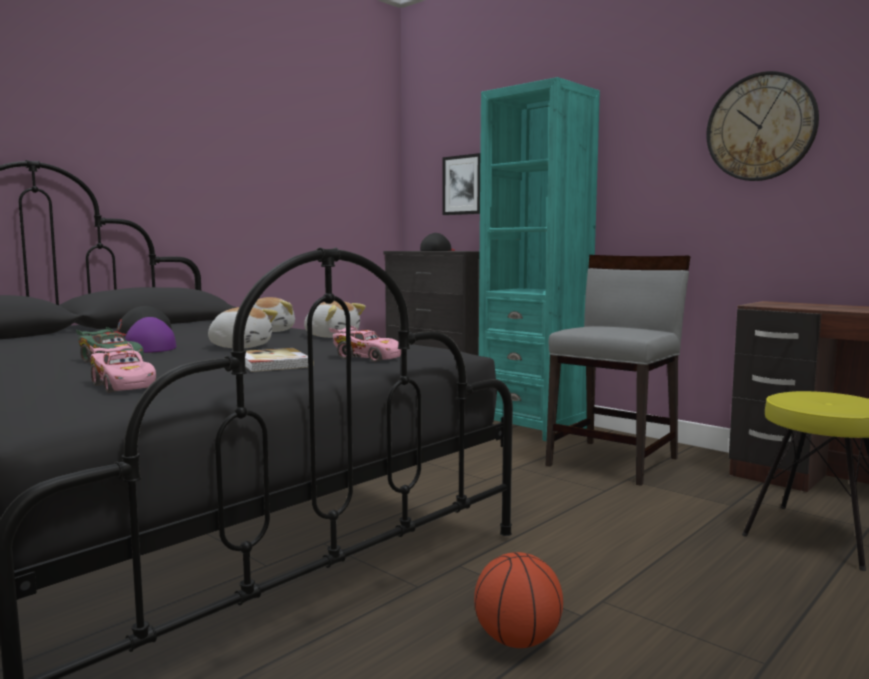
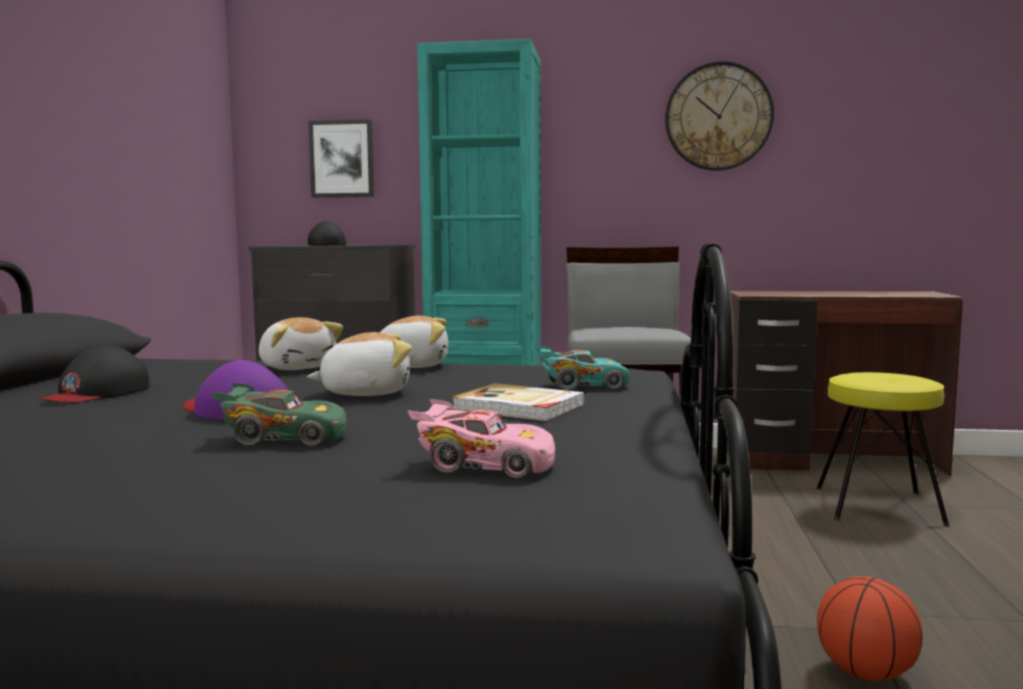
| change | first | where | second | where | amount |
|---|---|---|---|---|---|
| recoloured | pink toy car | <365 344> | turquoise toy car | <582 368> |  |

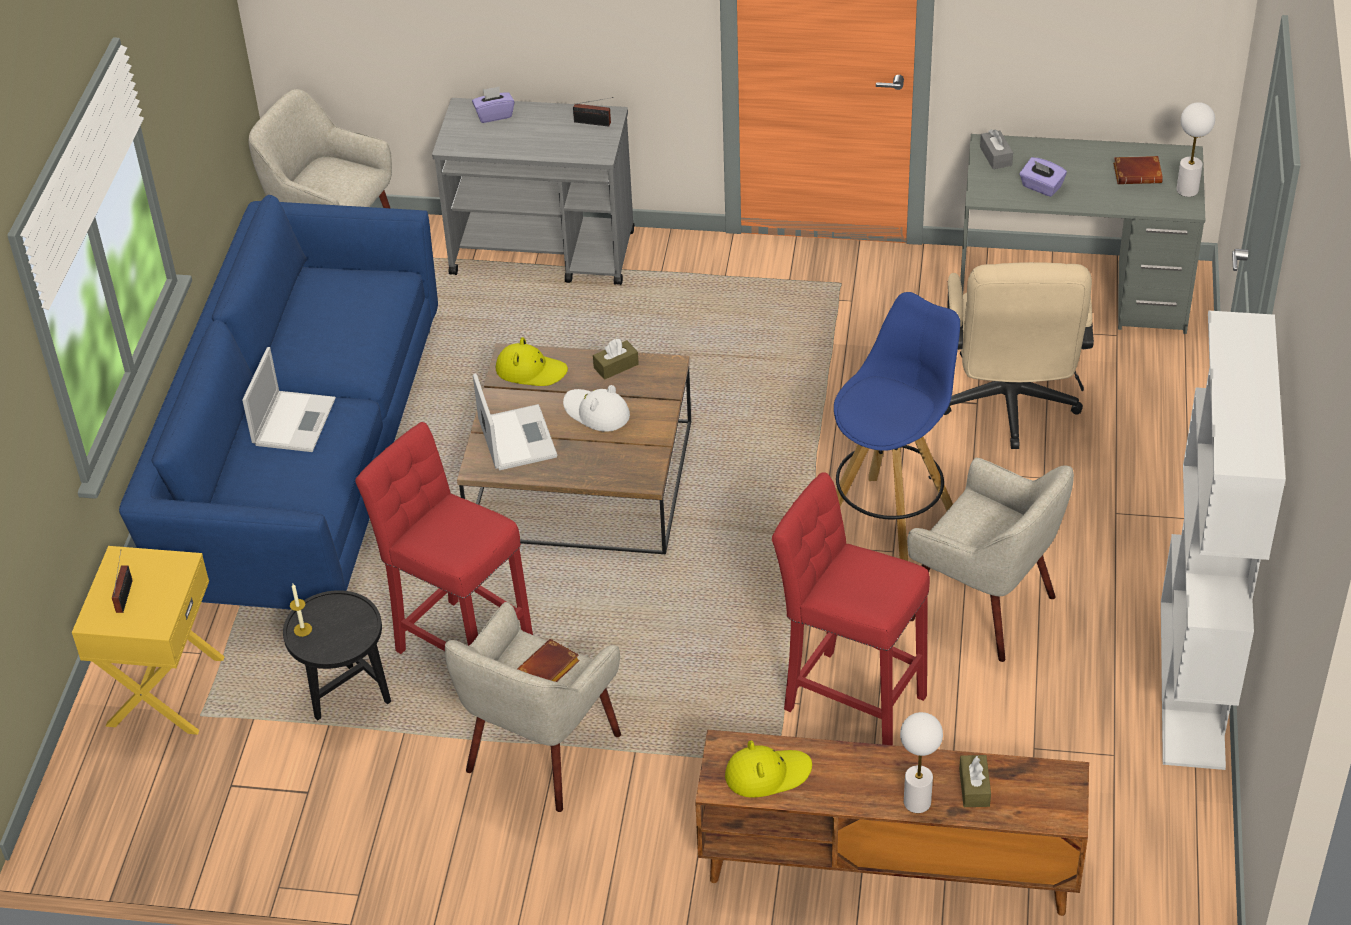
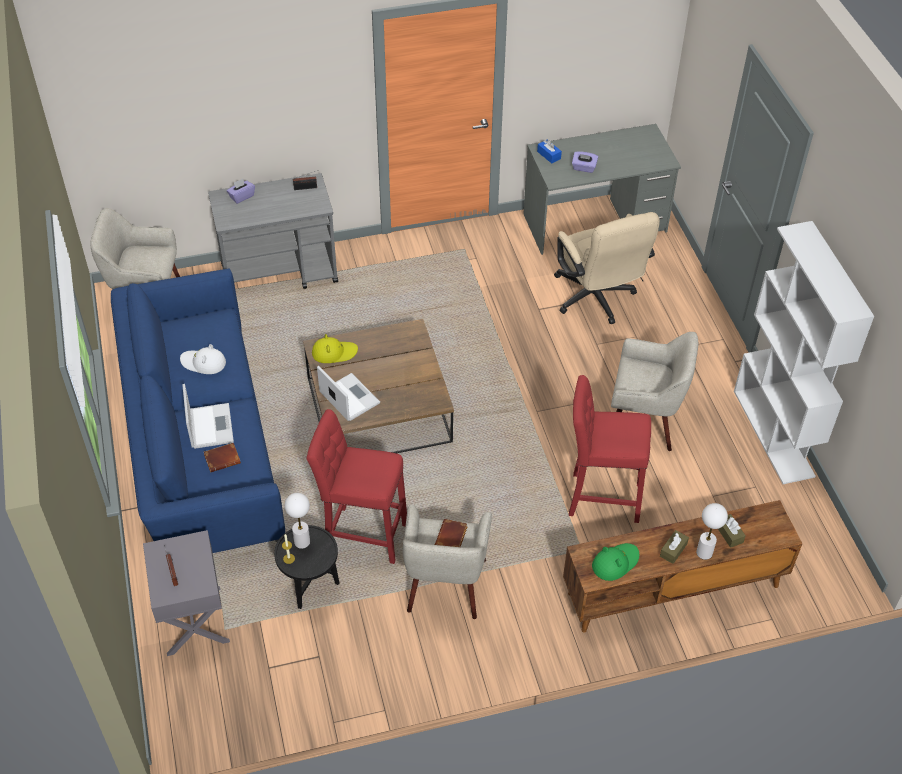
| change | first | where | second | where | amount |
|---|---|---|---|---|---|
| removed | blue stool | <897 426> |  |  |  |
| moved | white hat | <596 408> |  | <203 359> |  |
| moved | brown tissue box | <616 359> |  | <674 547> |  |
| moved | brown book | <1138 170> |  | <222 457> |  |
| moved | white table lamp | <1195 149> |  | <297 521> |  |
| recoloured | yellow side table | <148 640> | grey side table | <186 593> |  |
| recoloured | yellow hat | <768 769> | green hat | <615 562> |  |
| recoloured | grey tissue box | <996 149> | blue tissue box | <549 151> |  |

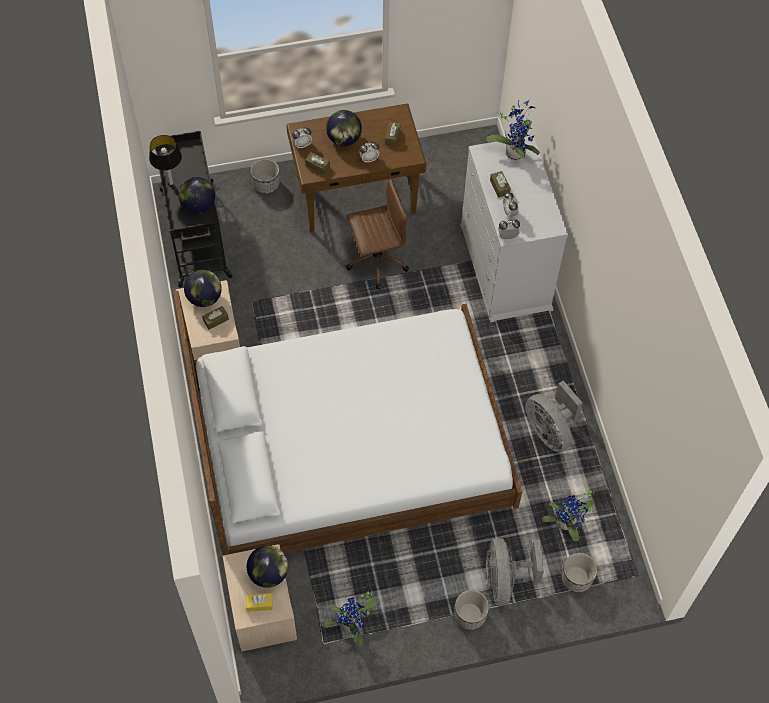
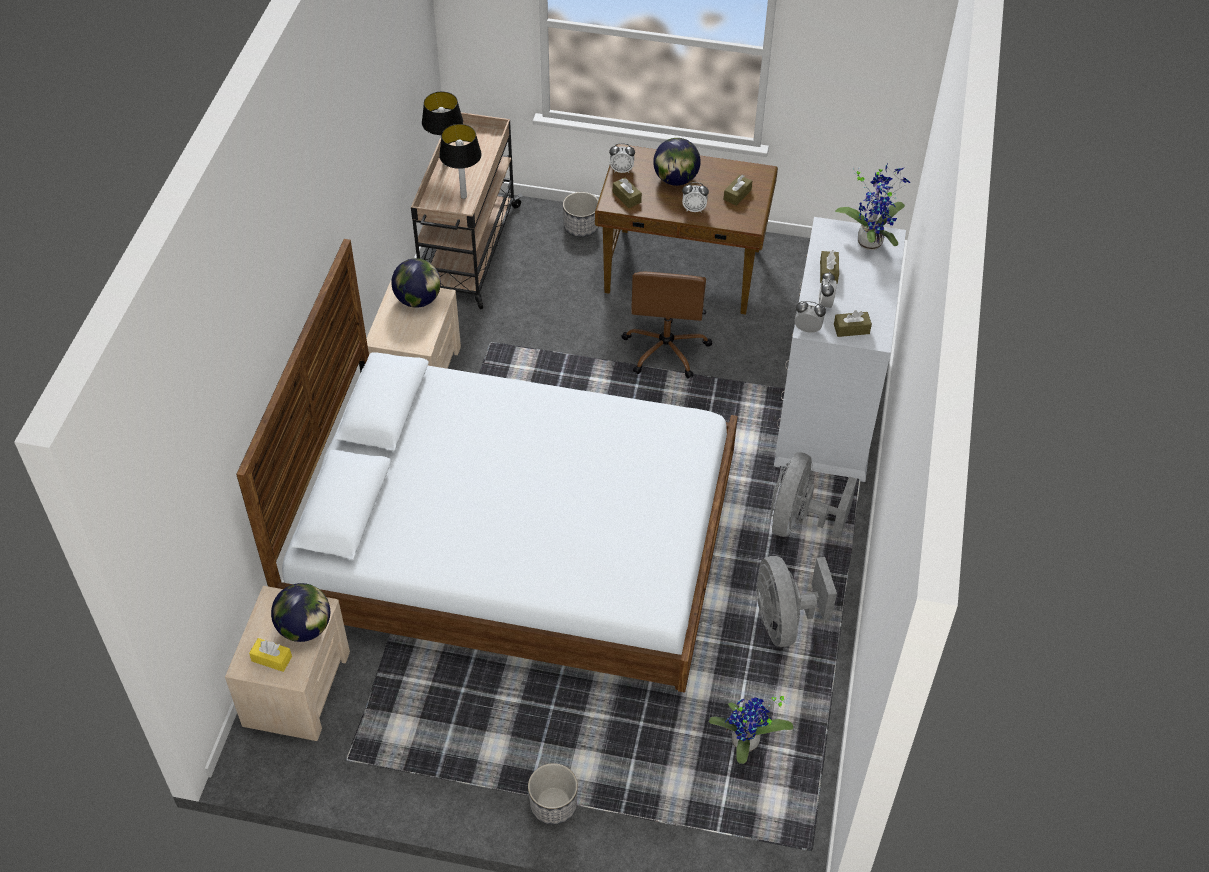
| change | first | where | second | where | amount |
|---|---|---|---|---|---|
| removed | potted plant | <351 617> |  |  |  |
| removed | planter | <579 573> |  |  |  |
| moved | brown tissue box | <215 318> |  | <853 323> |  |
| moved | grey fan | <515 572> |  | <813 494> |  |
| replaced | globe | <196 195> | table lamp | <460 161> |  |
| recoloured | black cart | <193 209> | beige cart | <467 210> |  |
| turned | brown office chair | <377 234> |  | <667 325> | 90 degrees clockwise |

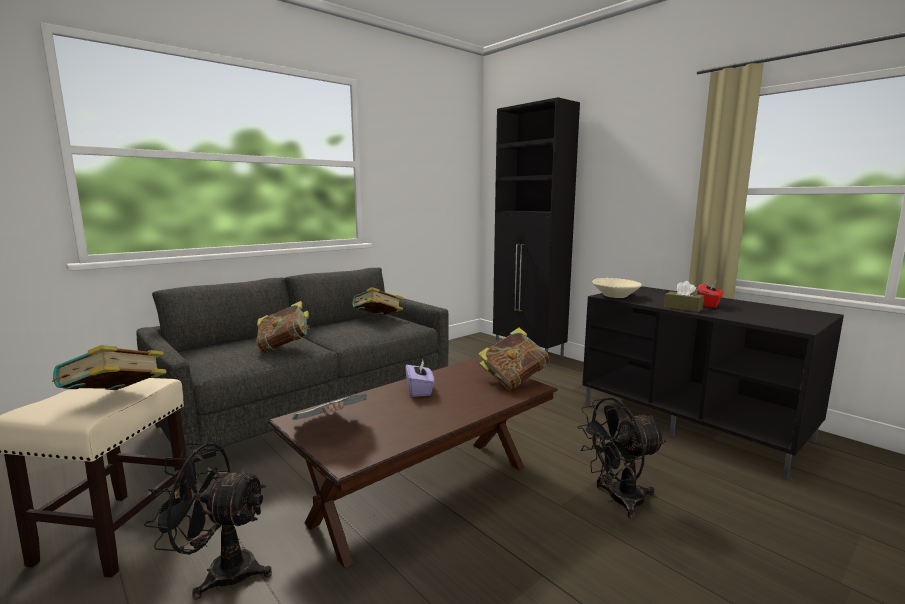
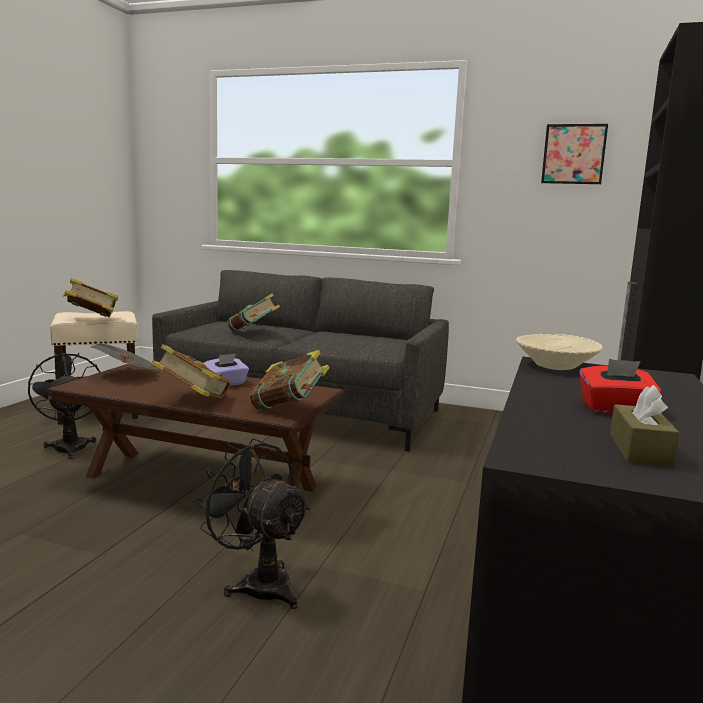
| change | first | where | second | where | amount |
|---|---|---|---|---|---|
| added |  |  | picture | <574 154> |  |
| moved | book | <377 301> |  | <191 371> |  |
| moved | brown tissue box | <684 296> |  | <645 426> |  |

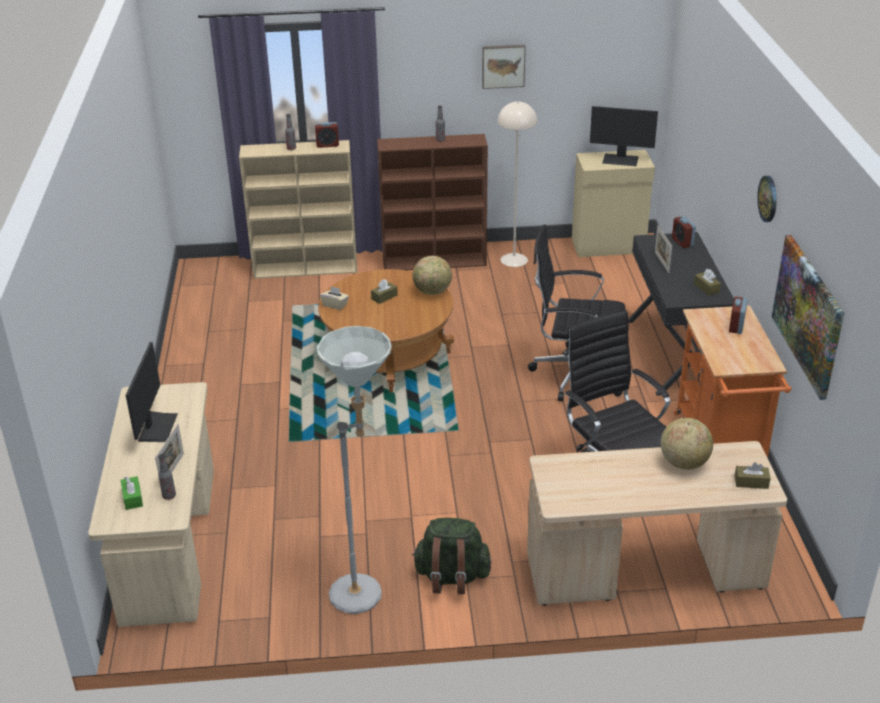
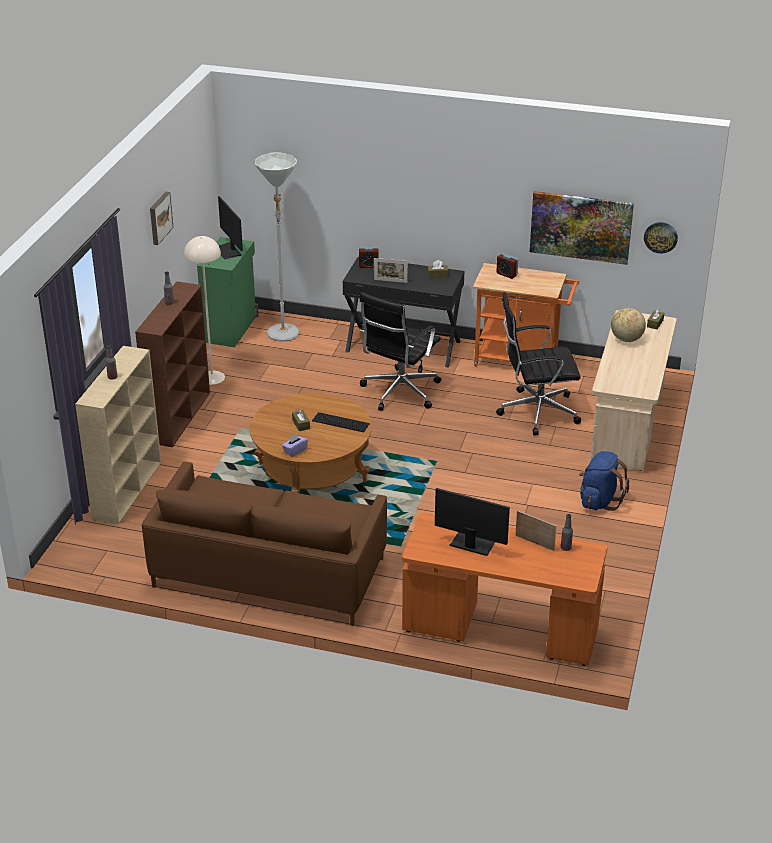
| change | first | where | second | where | amount |
|---|---|---|---|---|---|
| removed | green tissue box | <132 493> |  |  |  |
| removed | alarm clock | <327 135> |  |  |  |
| removed | globe | <432 275> |  |  |  |
| added |  |  | brown sofa | <264 544> |  |
| added |  |  | keyboard | <341 422> |  |
| moved | grey floor lamp | <354 470> |  | <277 247> |  |
| moved | wall clock | <767 199> |  | <661 238> |  |
| recoloured | beige desk | <151 504> | orange desk | <505 589> |  |
| recoloured | beige tissue box | <334 298> | purple tissue box | <295 445> |  |
| recoloured | green backpack | <451 556> | blue backpack | <604 481> |  |
| recoloured | beige cabinet | <613 203> | green cabinet | <228 292> |  |
| turned | monitor | <624 136> |  | <230 228> | 120 degrees clockwise |

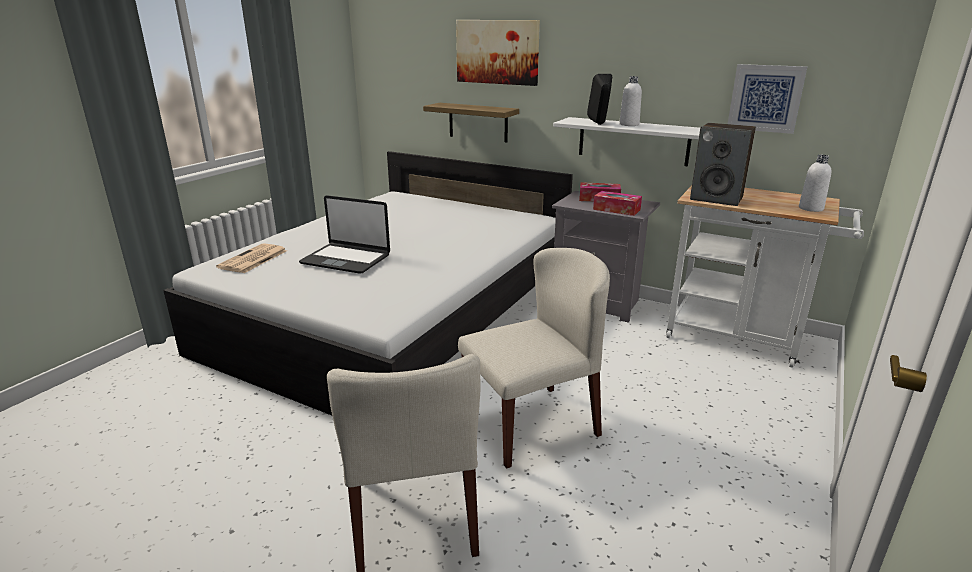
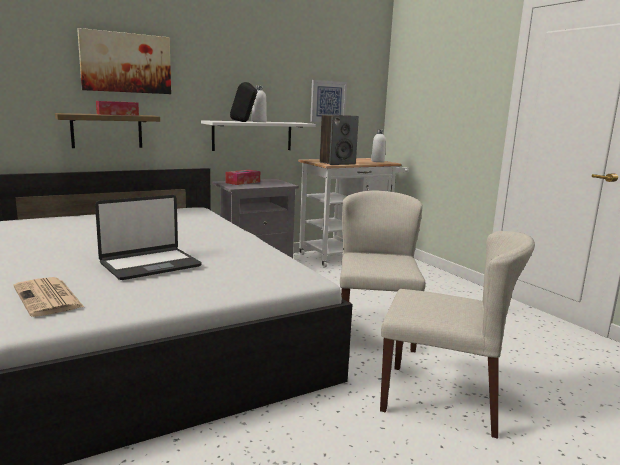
| change | first | where | second | where | amount |
|---|---|---|---|---|---|
| moved | tissue box | <617 203> |  | <117 108> |  |

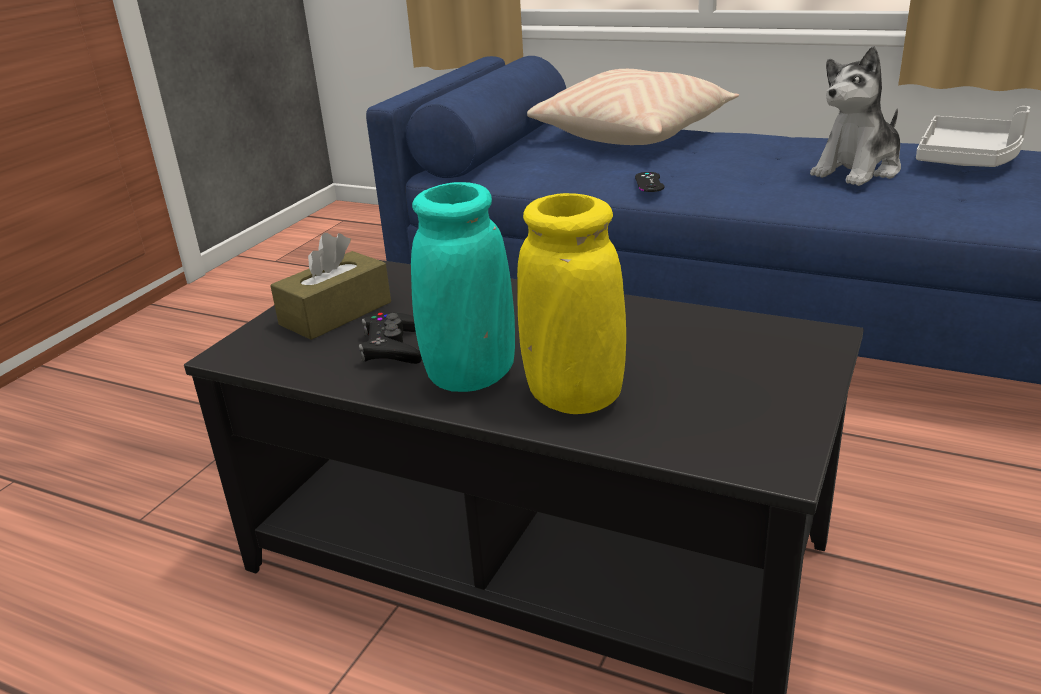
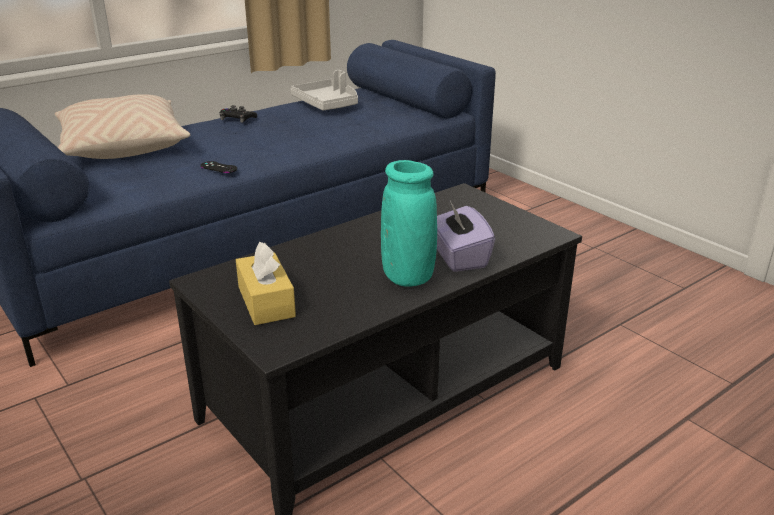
| change | first | where | second | where | amount |
|---|---|---|---|---|---|
| removed | plush toy | <855 116> |  |  |  |
| moved | black game controller | <390 338> |  | <238 114> |  |
| replaced | yellow vase | <571 303> | purple tissue box | <466 236> |  |
| recoloured | brown tissue box | <330 286> | yellow tissue box | <266 283> |  |

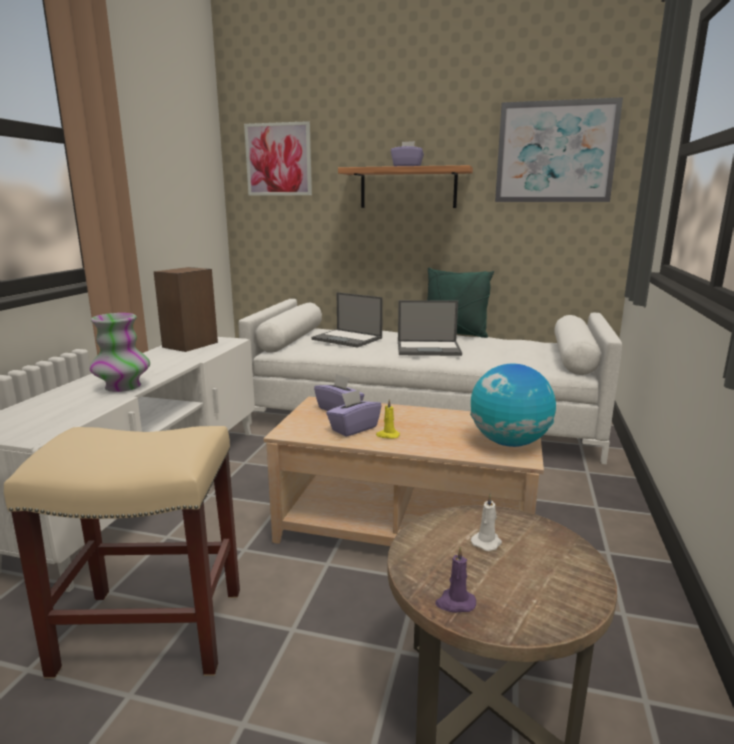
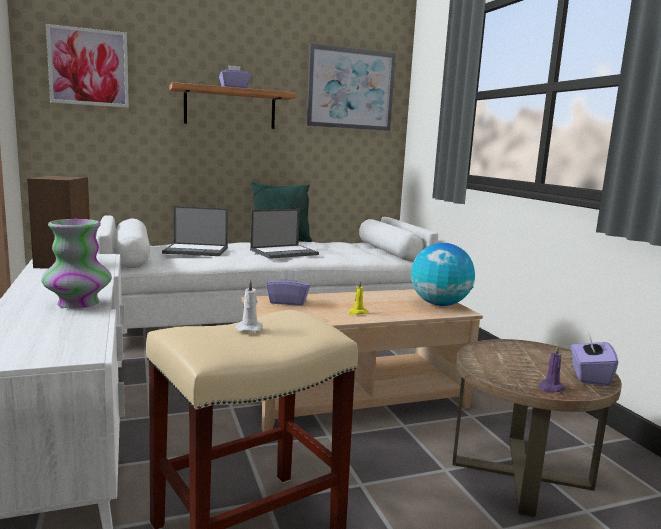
| change | first | where | second | where | amount |
|---|---|---|---|---|---|
| moved | purple tissue box | <354 413> |  | <594 360> |  |
| moved | white candle | <486 522> |  | <249 305> |  |

